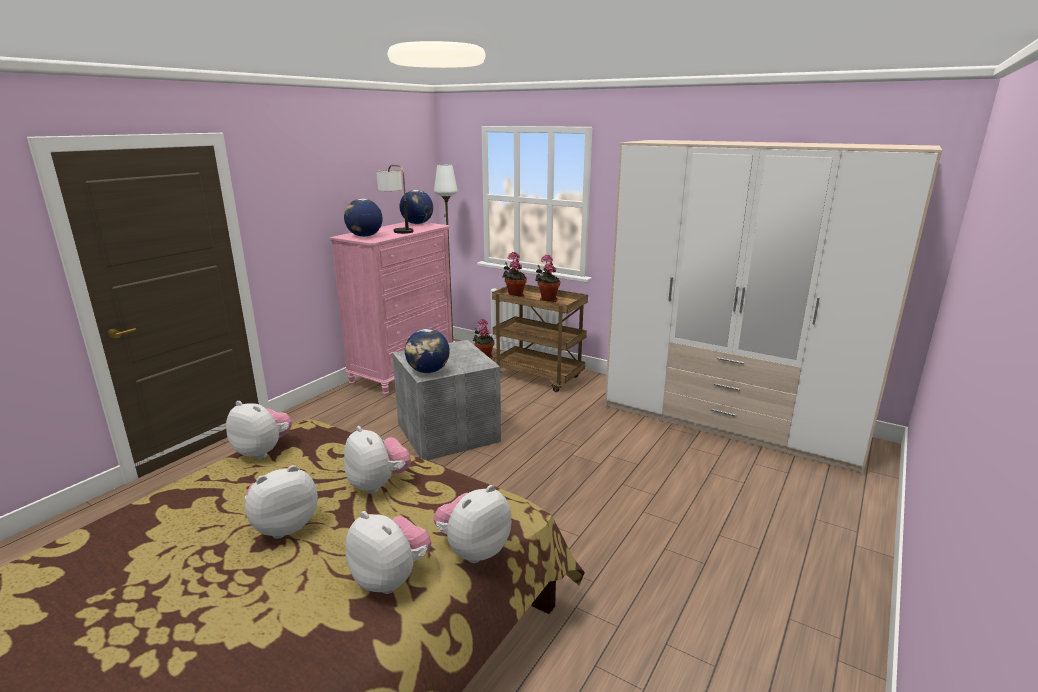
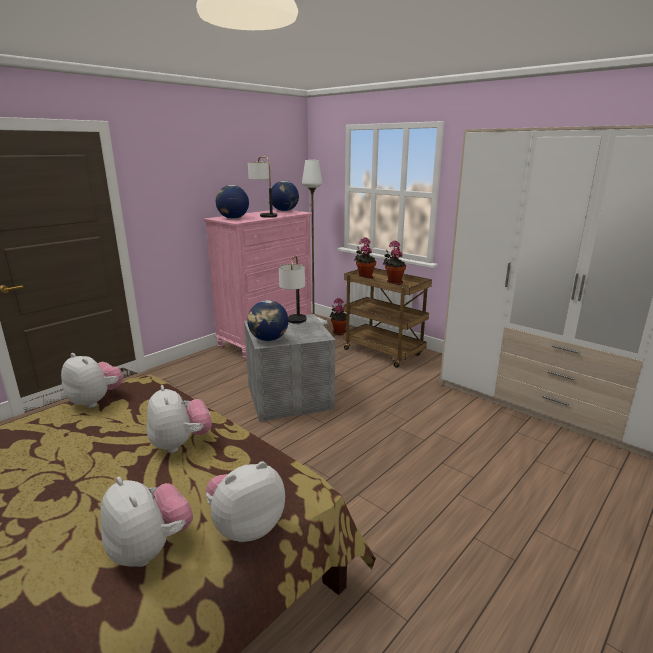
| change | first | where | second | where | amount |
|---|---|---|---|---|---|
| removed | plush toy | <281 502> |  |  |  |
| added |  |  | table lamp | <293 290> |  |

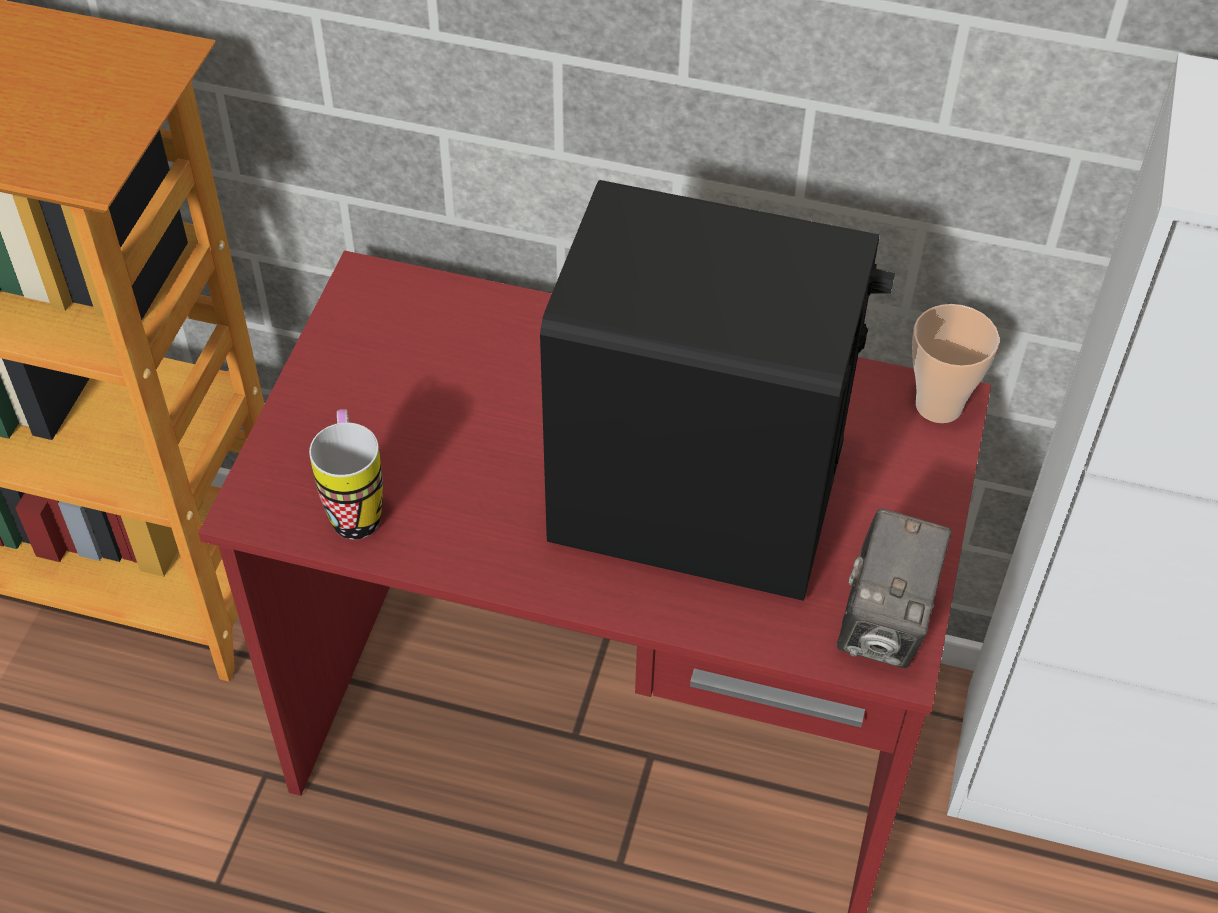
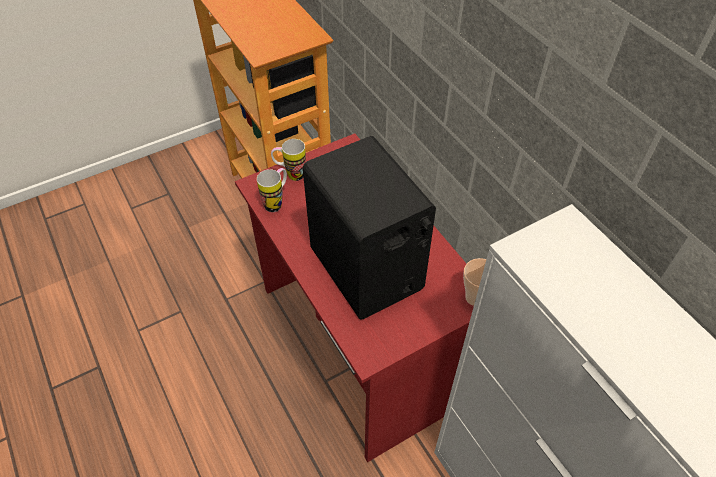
| change | first | where | second | where | amount |
|---|---|---|---|---|---|
| removed | photo camera | <894 588> |  |  |  |
| added |  |  | mug | <288 160> |  |

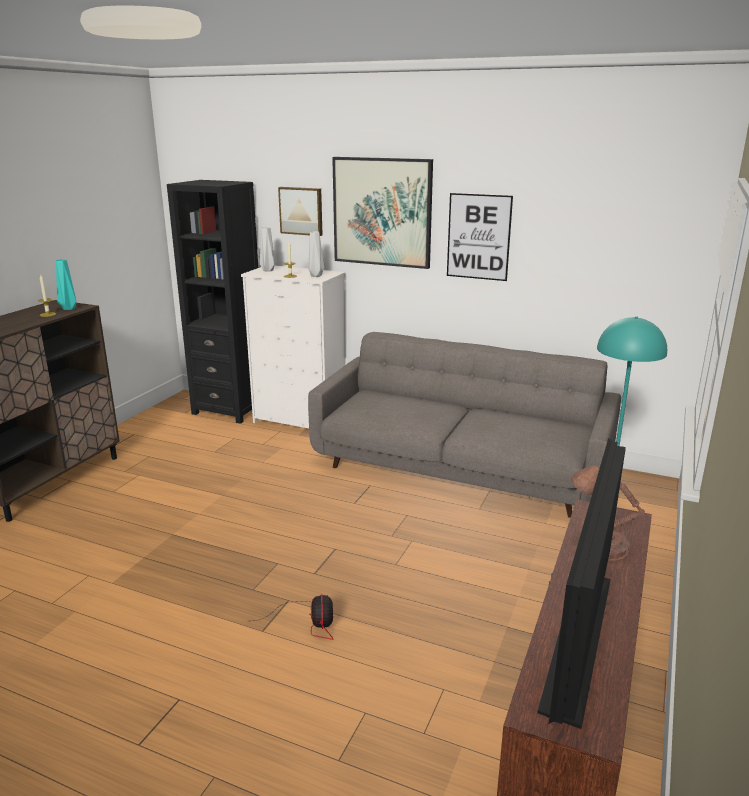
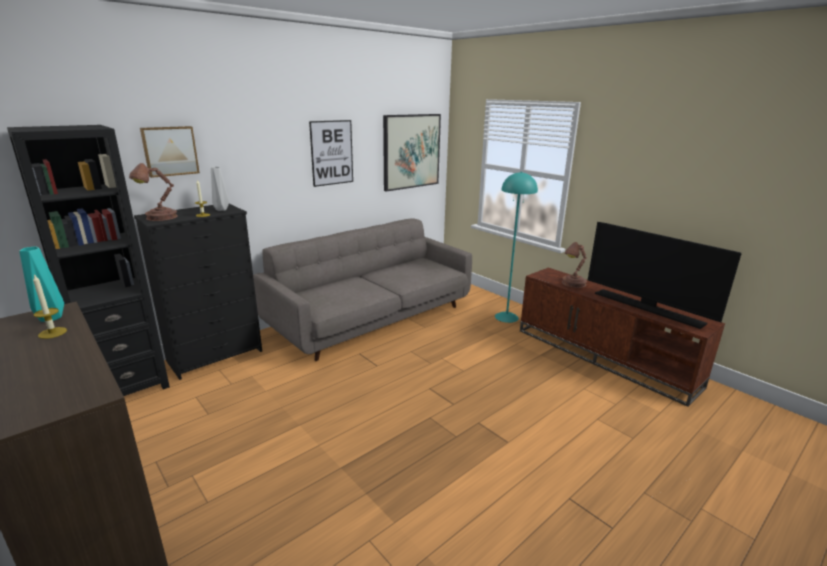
| change | first | where | second | where | amount |
|---|---|---|---|---|---|
| removed | fan | <294 617> |  |  |  |
| moved | picture | <382 213> |  | <412 153> |  |
| replaced | grey vase | <267 249> | brown table lamp | <153 192> |  |
| recoloured | white dresser | <293 347> | black dresser | <198 292> |  |

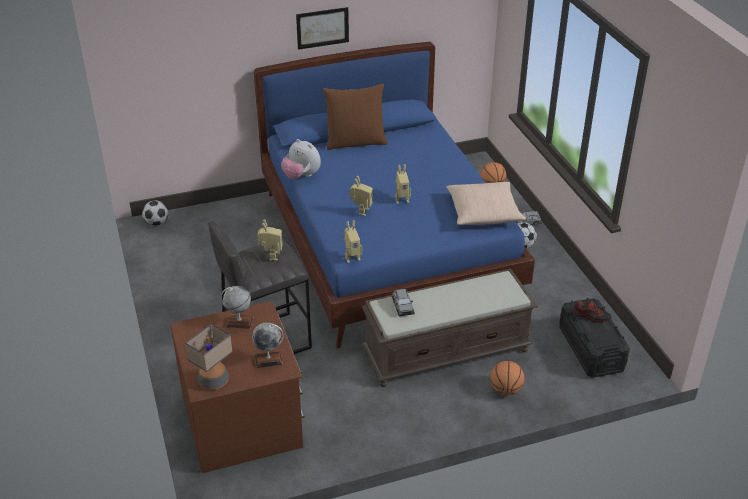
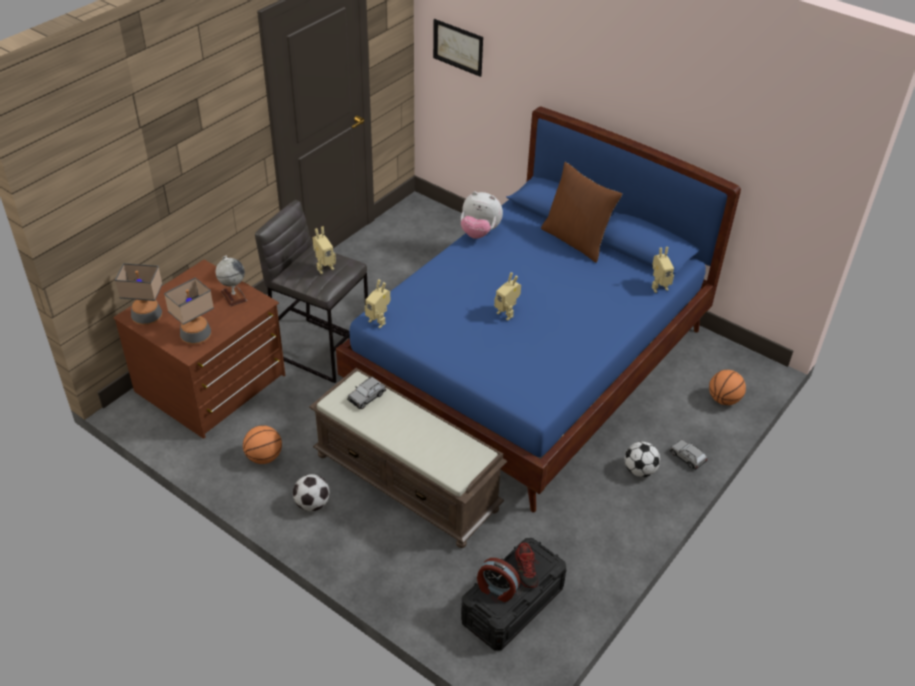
| change | first | where | second | where | amount |
|---|---|---|---|---|---|
| removed | beige pillow | <486 203> |  |  |  |
| added |  |  | alarm clock | <498 580> |  |
| moved | football | <155 213> |  | <311 492> |  |
| moved | picture | <322 28> |  | <458 48> |  |
| moved | toy robot | <361 196> |  | <662 270> |  |
| moved | basketball | <507 378> |  | <262 444> |  |
| replaced | globe | <268 345> | table lamp | <189 311> |  |
| turned | plush toy | <301 159> |  | <482 215> | 75 degrees counterclockwise |

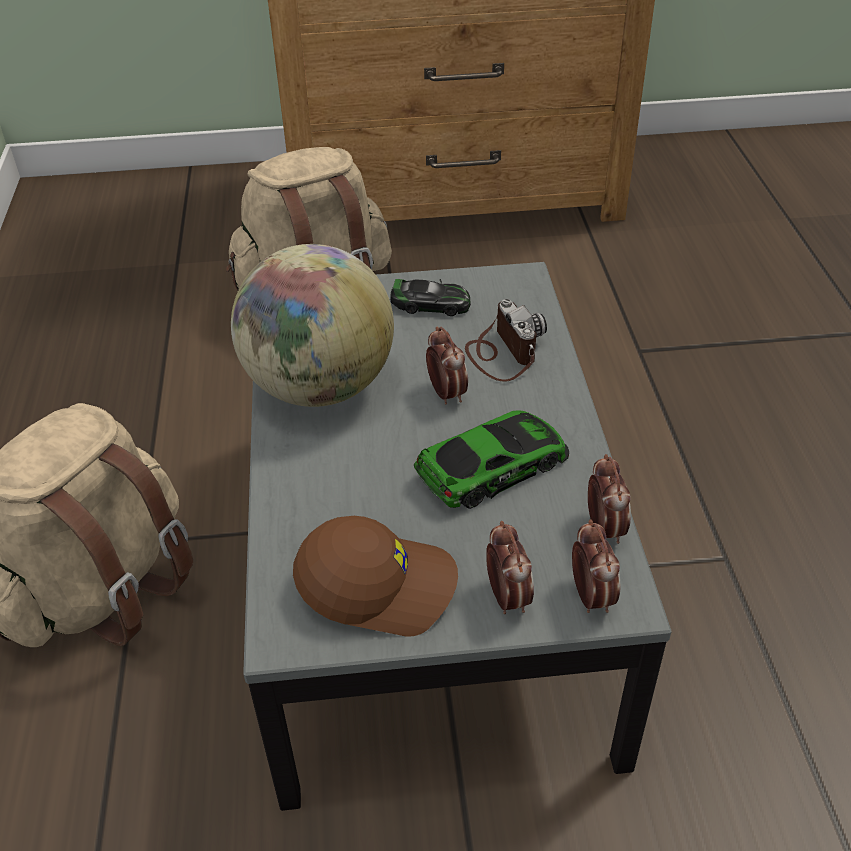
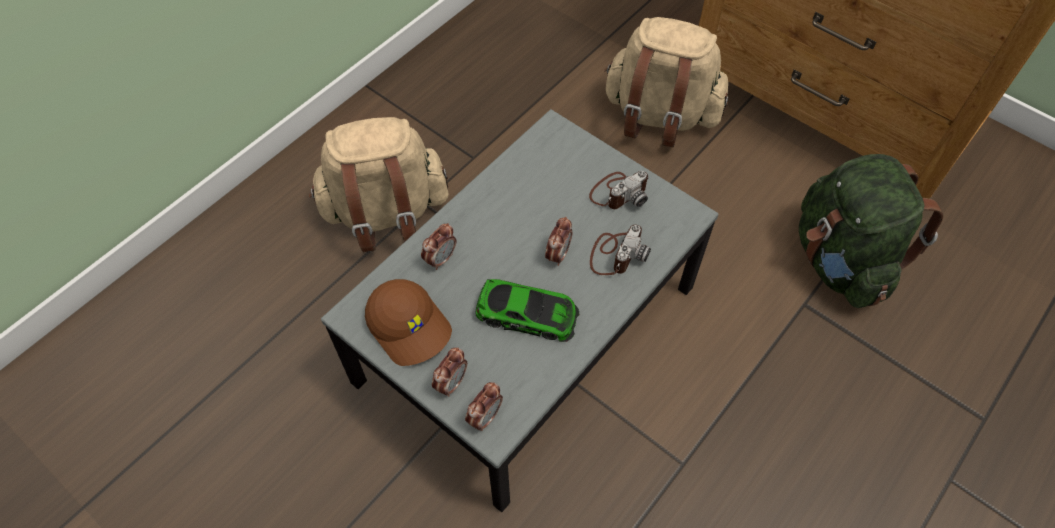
| change | first | where | second | where | amount |
|---|---|---|---|---|---|
| removed | globe | <312 325> |  |  |  |
| added |  |  | green backpack | <871 231> |  |
| moved | alarm clock | <609 499> |  | <439 246> |  |
| replaced | toy car | <430 297> | photo camera | <619 190> |  |

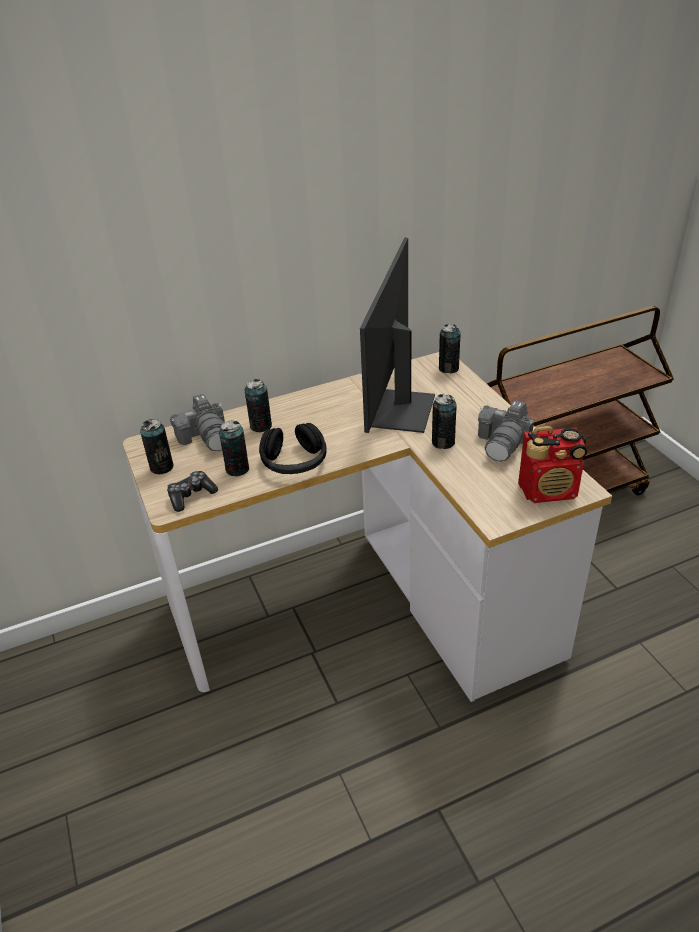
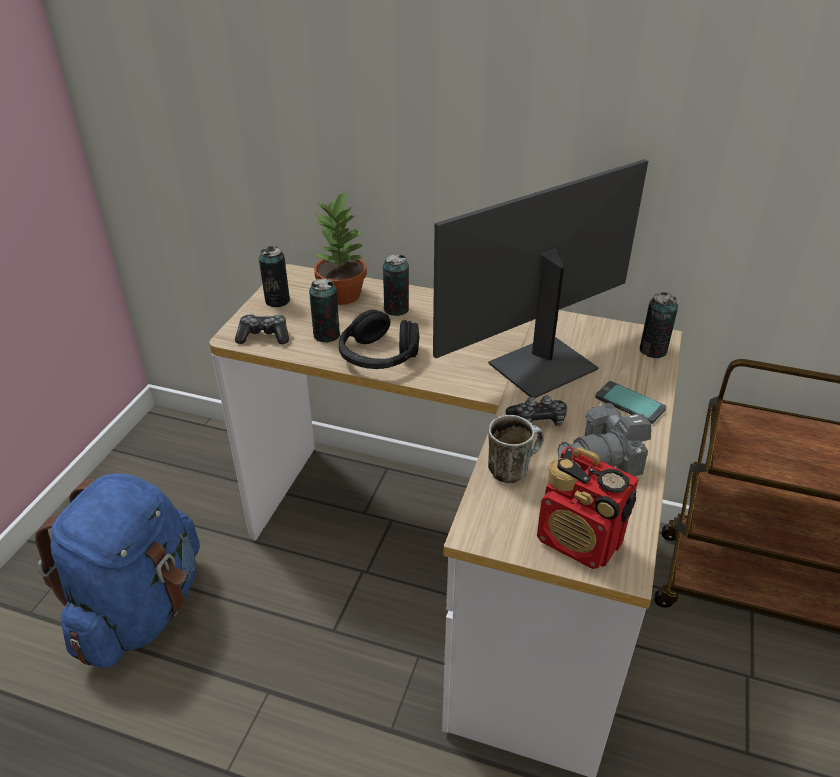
| change | first | where | second | where | amount |
|---|---|---|---|---|---|
| added |  |  | blue backpack | <117 570> |  |
| added |  |  | mug | <516 449> |  |
| added |  |  | phone | <630 402> |  |
| replaced | photo camera | <197 422> | potted plant | <340 247> |  |
| replaced | can | <444 421> | game controller | <536 411> |  |

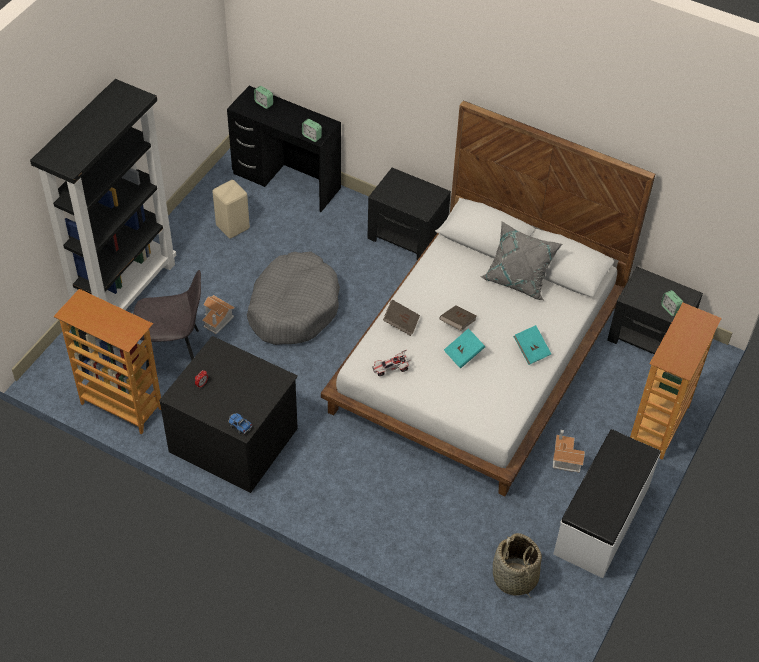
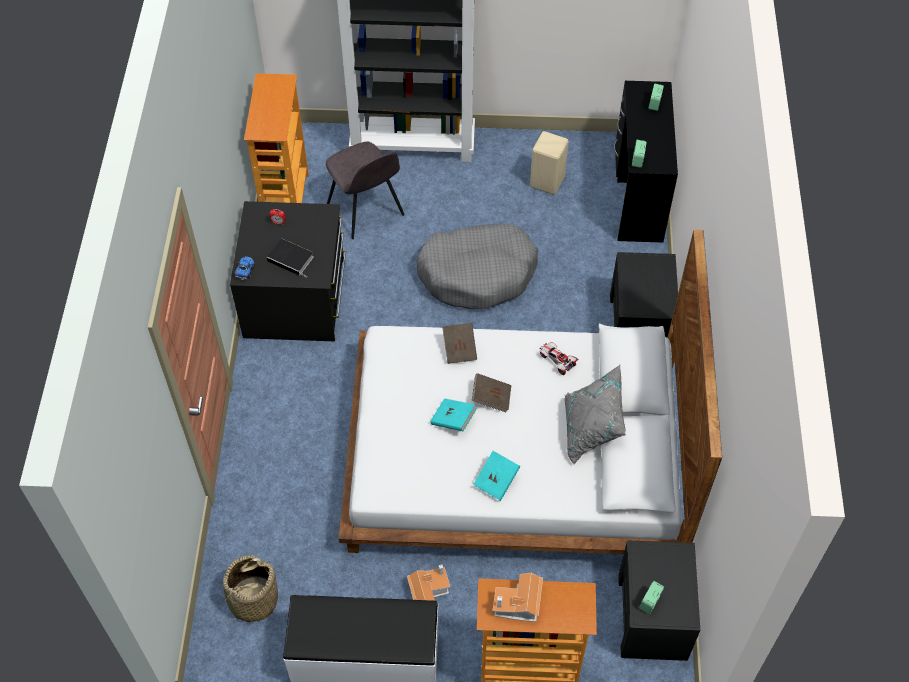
| change | first | where | second | where | amount |
|---|---|---|---|---|---|
| added |  |  | book | <290 258> |  |
| moved | toy house | <218 314> |  | <518 597> |  |
| moved | toy car | <391 363> |  | <559 358> |  |

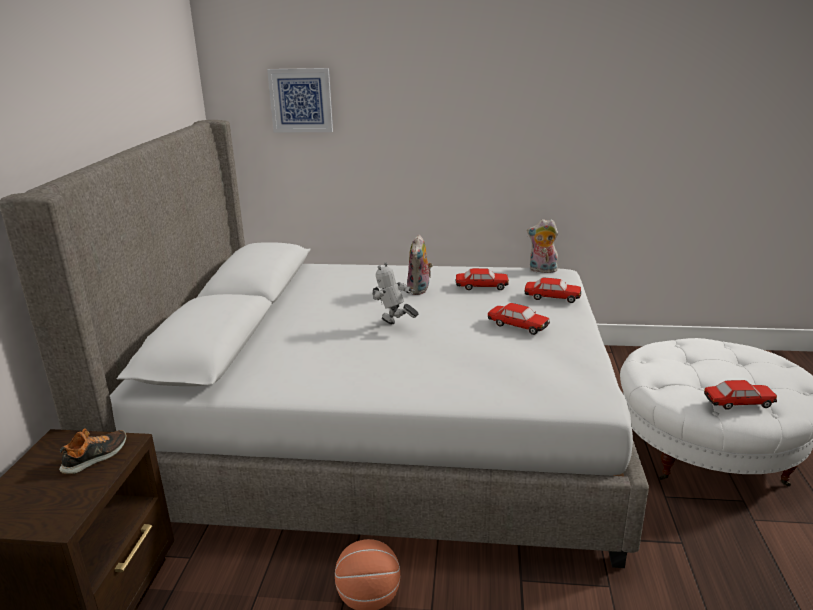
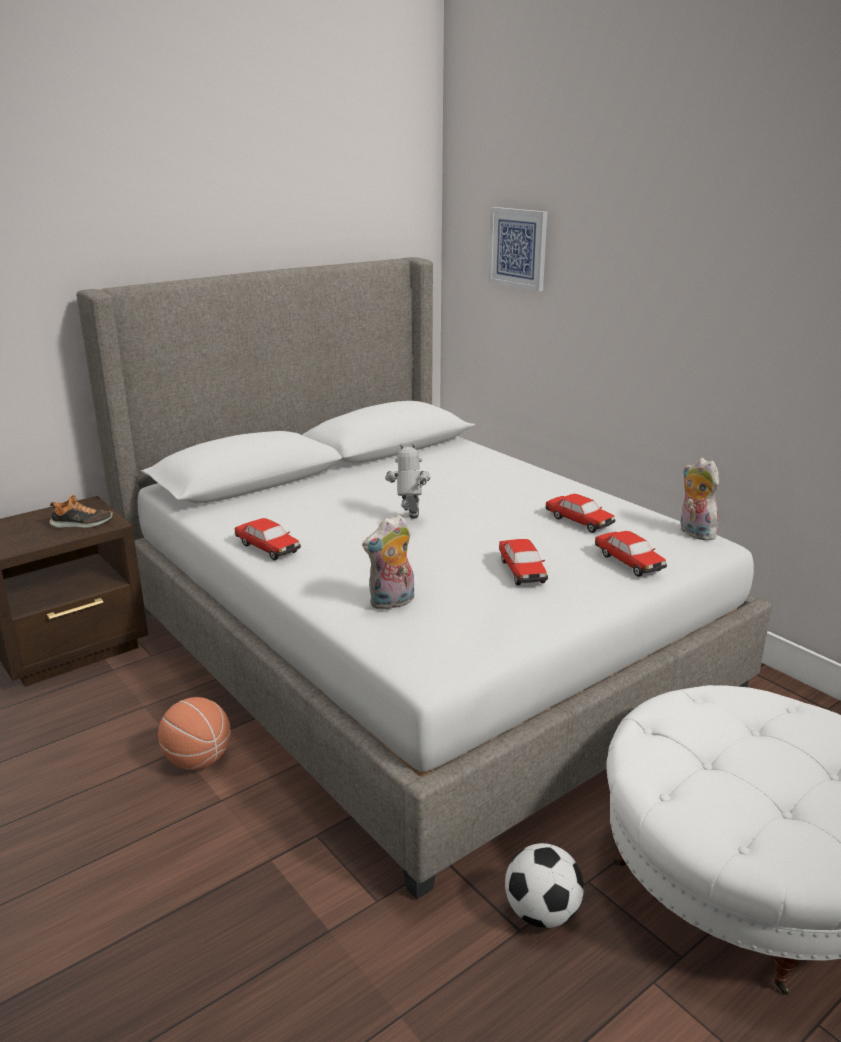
| change | first | where | second | where | amount |
|---|---|---|---|---|---|
| added |  |  | football | <544 885> |  |
| moved | plush toy | <420 264> |  | <388 562> |  |
| moved | toy car | <740 395> |  | <268 539> |  |

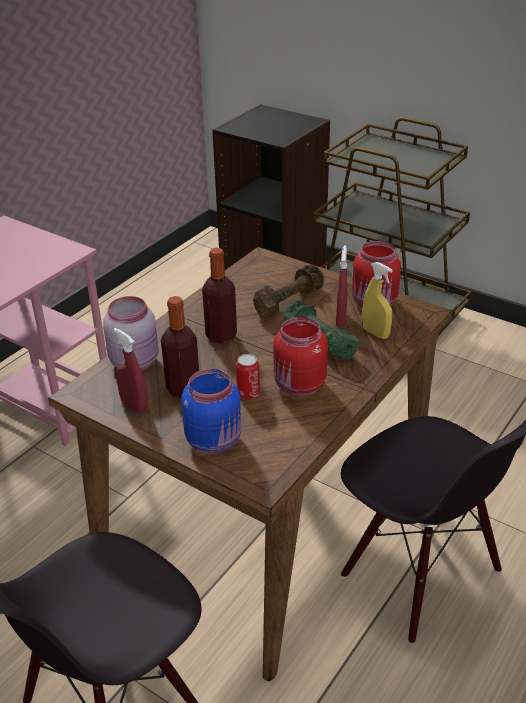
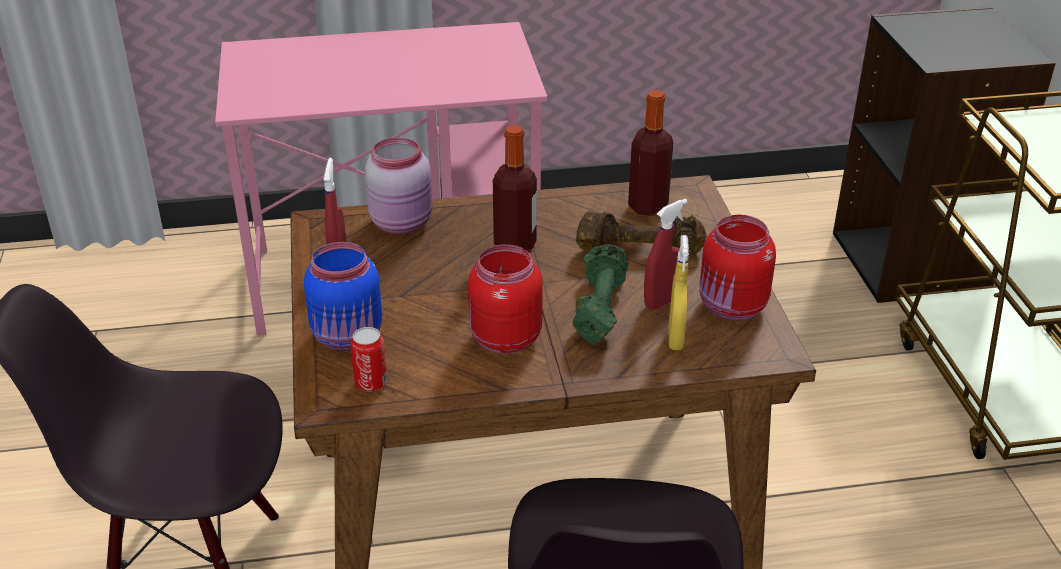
| change | first | where | second | where | amount |
|---|---|---|---|---|---|
| moved | bottle | <180 347> |  | <650 153> |  |
| moved | can | <248 376> |  | <368 359> |  |

